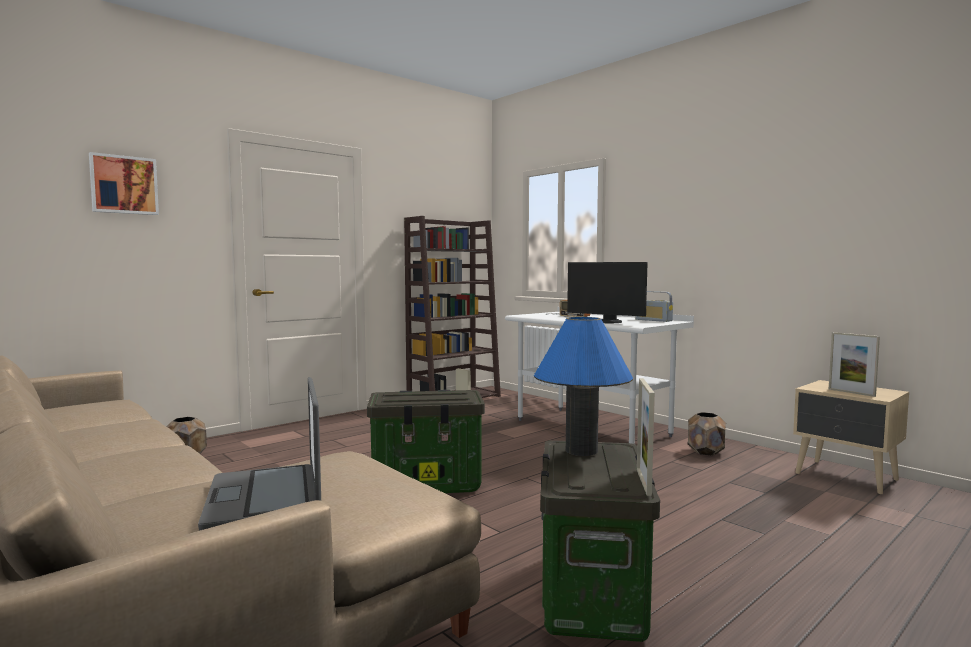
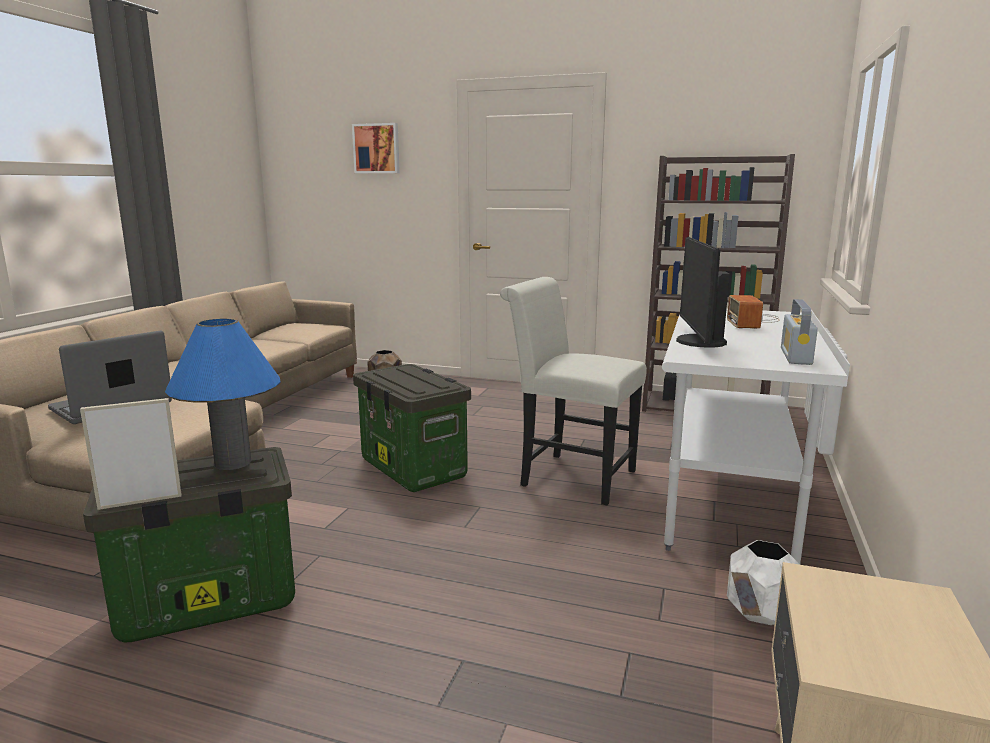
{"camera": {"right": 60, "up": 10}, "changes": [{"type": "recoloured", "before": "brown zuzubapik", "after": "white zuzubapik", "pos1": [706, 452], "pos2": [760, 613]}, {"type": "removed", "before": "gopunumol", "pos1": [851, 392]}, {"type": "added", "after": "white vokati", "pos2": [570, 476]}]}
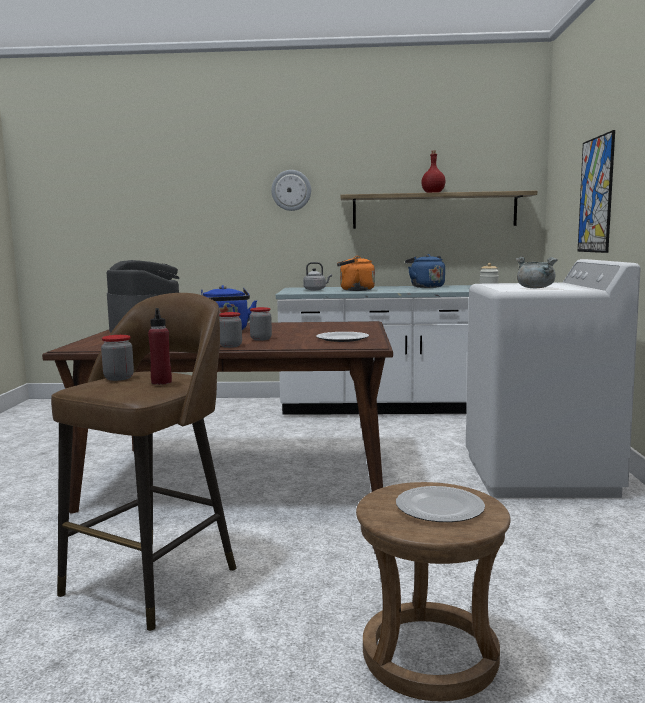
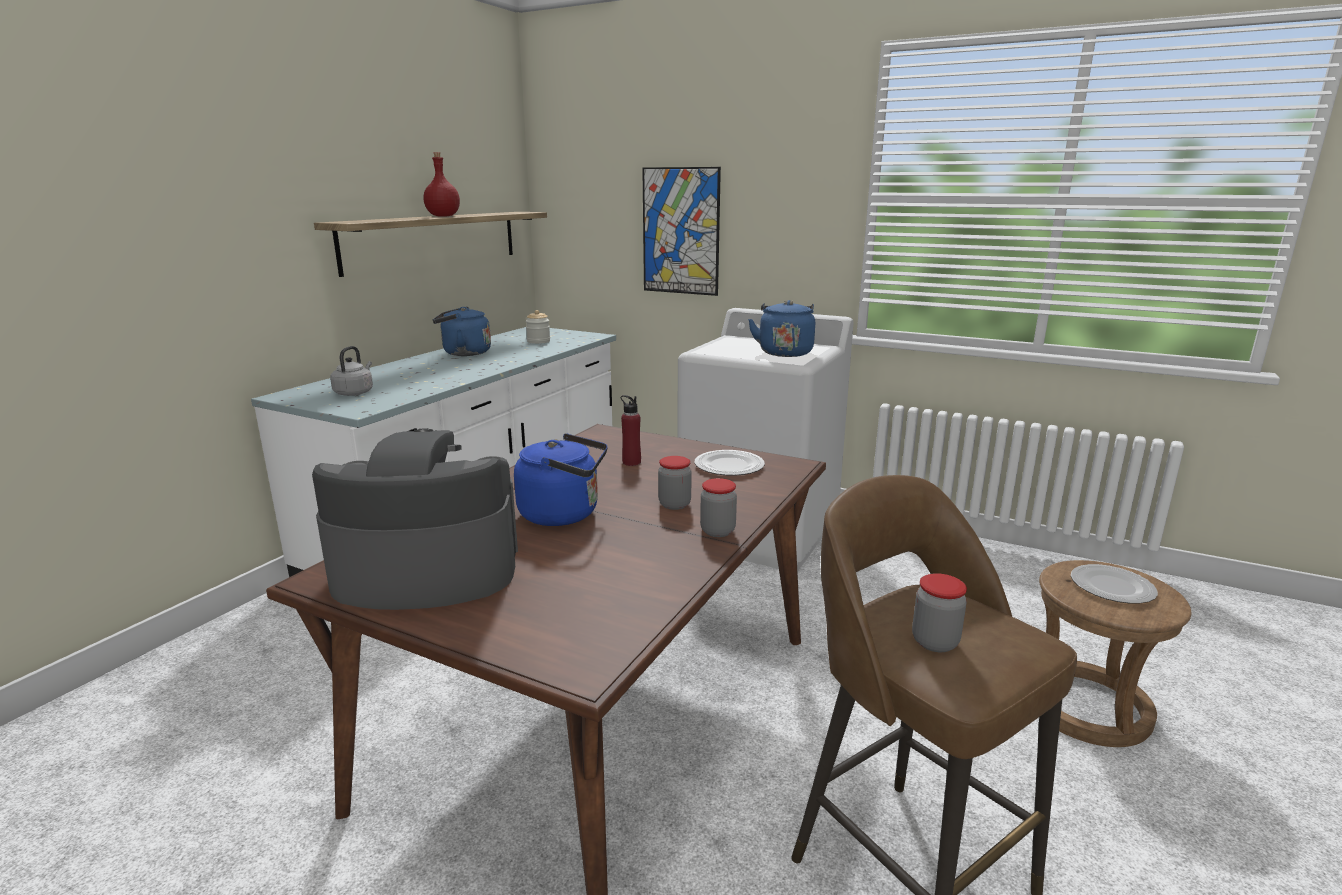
{"camera": {"right": -65, "up": 10}, "changes": [{"type": "moved", "before": "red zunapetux", "pos1": [161, 382], "pos2": [631, 462]}, {"type": "removed", "before": "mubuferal", "pos1": [291, 190]}, {"type": "removed", "before": "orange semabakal", "pos1": [354, 290]}, {"type": "replaced", "before": "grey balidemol", "after": "blue semabakal", "pos1": [536, 288], "pos2": [784, 352]}]}
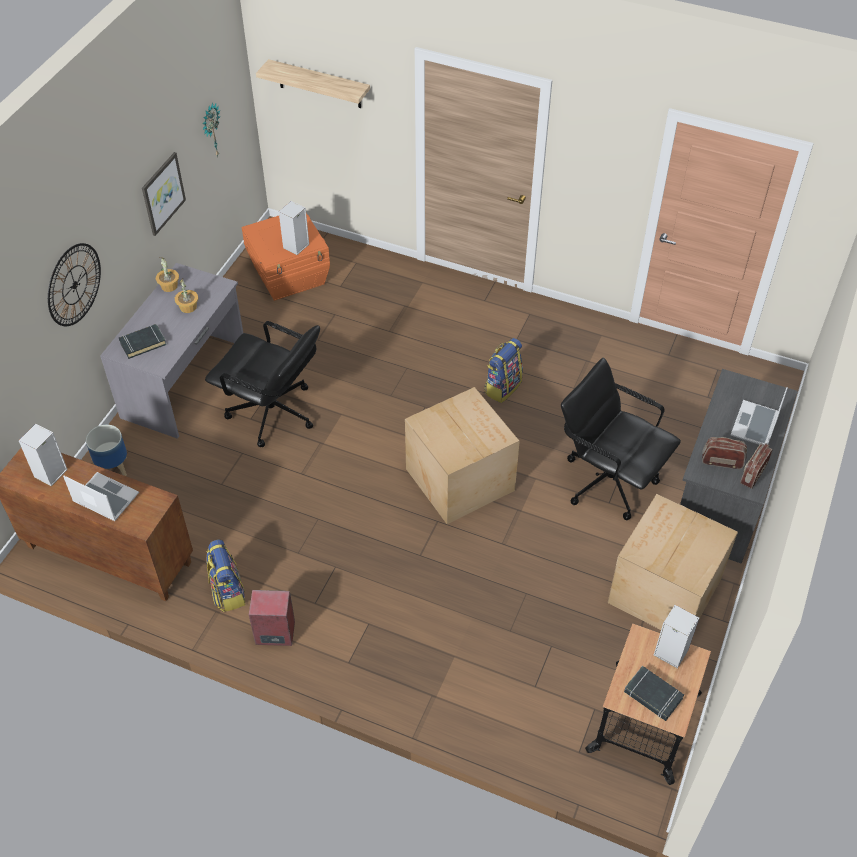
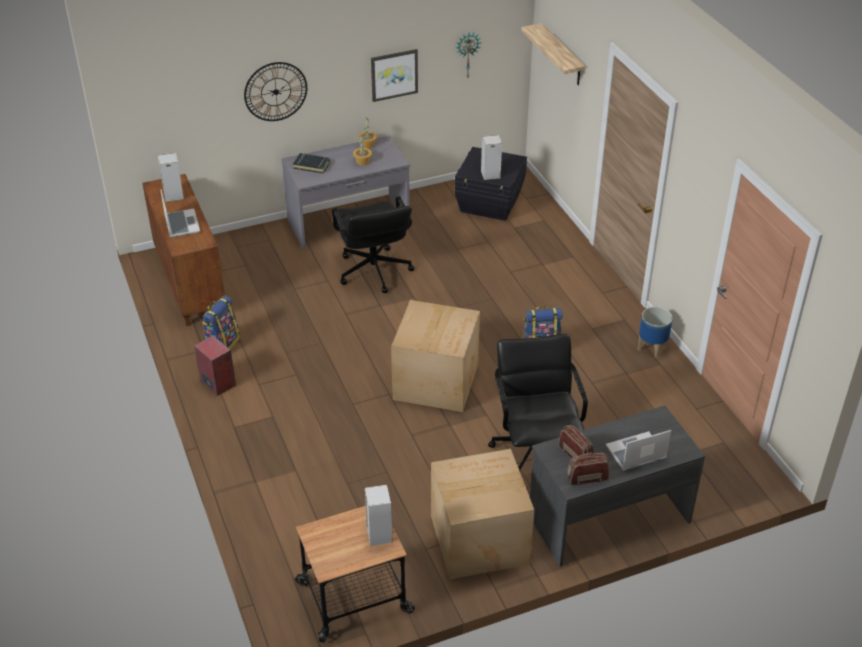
{"camera": {"right": 45, "up": -10}, "changes": [{"type": "moved", "before": "zuzubapik", "pos1": [114, 467], "pos2": [652, 348]}, {"type": "recoloured", "before": "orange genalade", "after": "black genalade", "pos1": [290, 275], "pos2": [490, 203]}, {"type": "removed", "before": "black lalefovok", "pos1": [652, 695]}]}
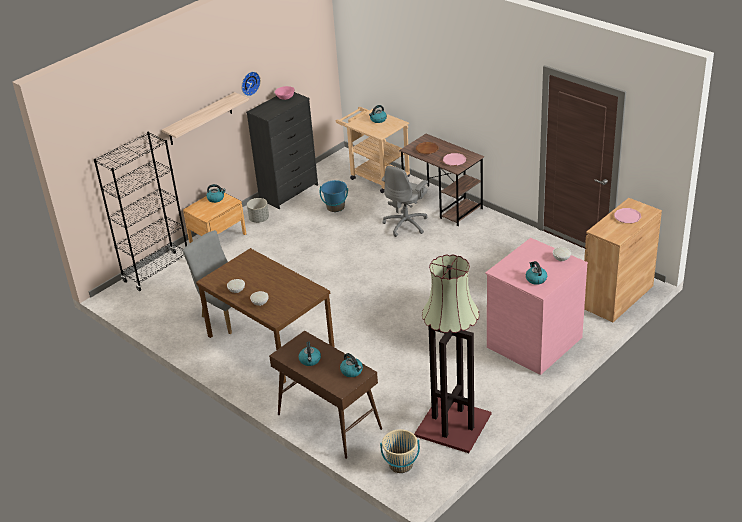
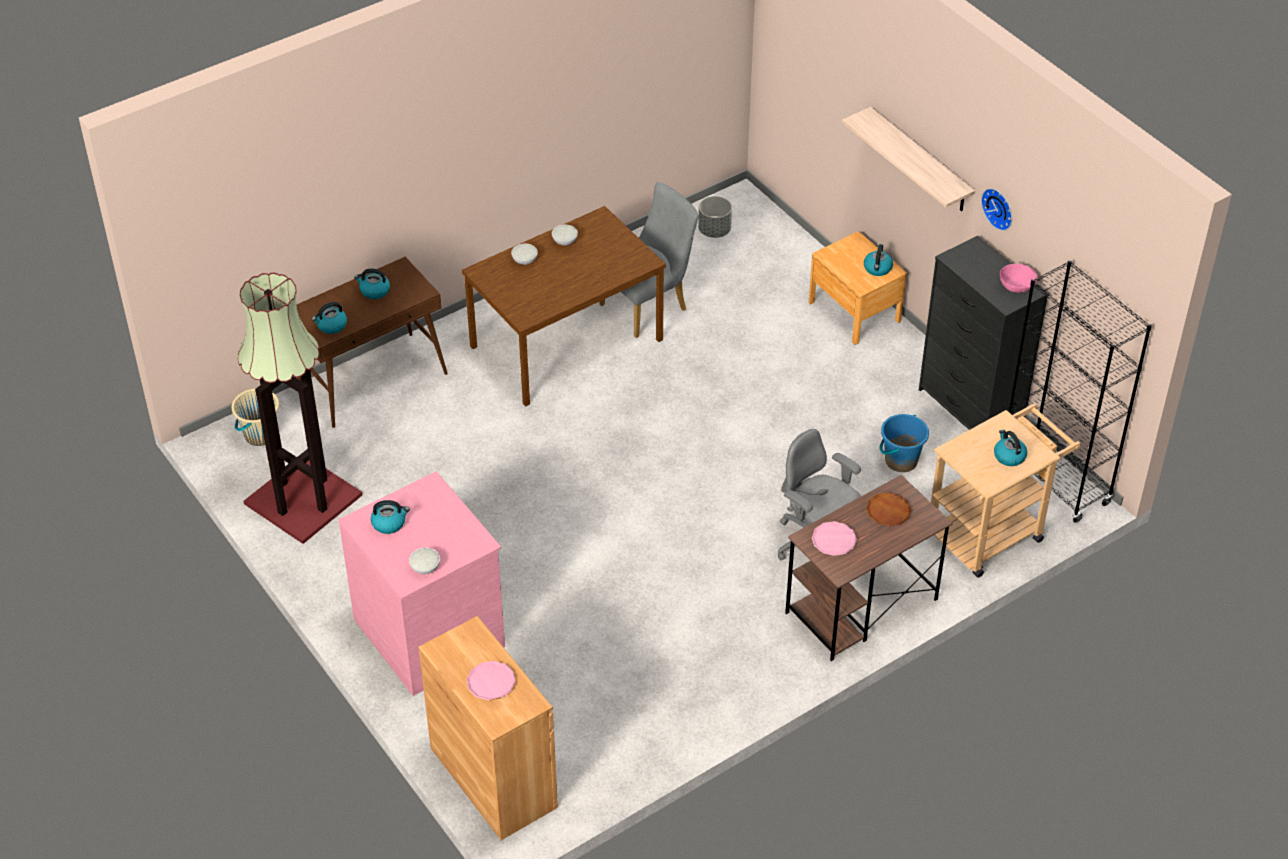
{"camera": {"right": 100, "up": 10}, "changes": [{"type": "moved", "before": "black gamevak", "pos1": [157, 271], "pos2": [1055, 480]}, {"type": "moved", "before": "grey zuzubapik", "pos1": [259, 219], "pos2": [714, 230]}]}
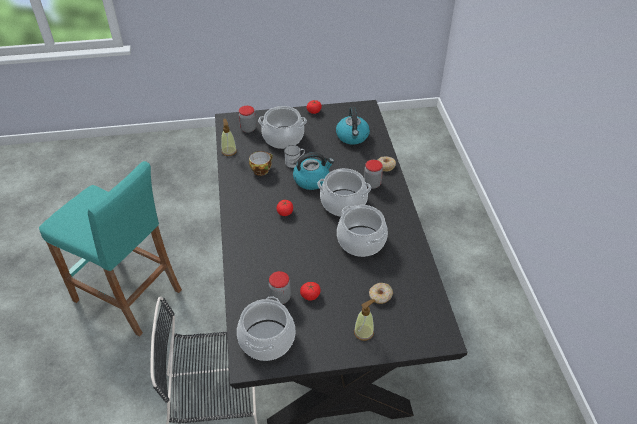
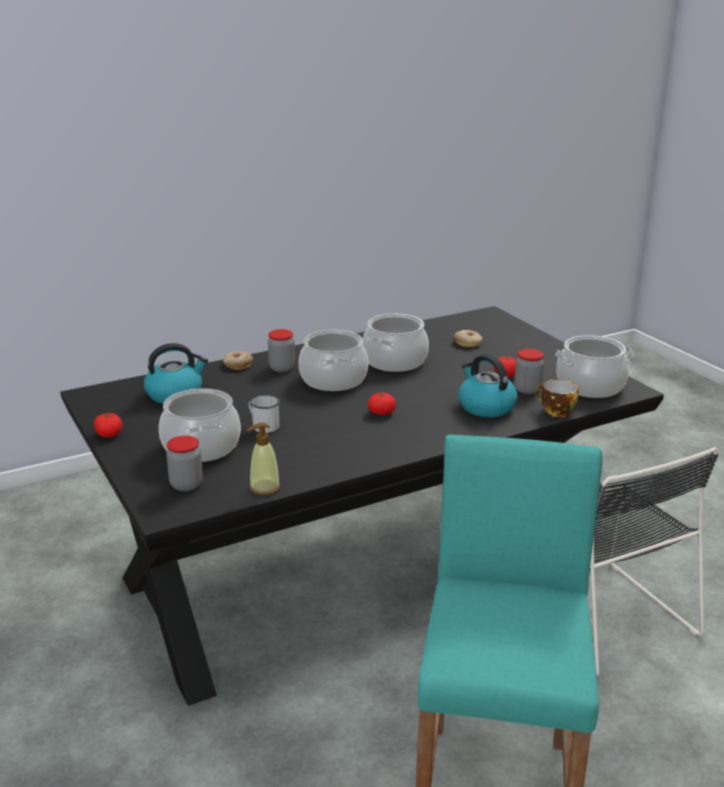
{"camera": {"right": -110, "up": -20}, "changes": [{"type": "moved", "before": "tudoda", "pos1": [261, 169], "pos2": [555, 411]}, {"type": "moved", "before": "semabakal", "pos1": [312, 179], "pos2": [485, 407]}, {"type": "removed", "before": "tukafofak", "pos1": [364, 332]}]}
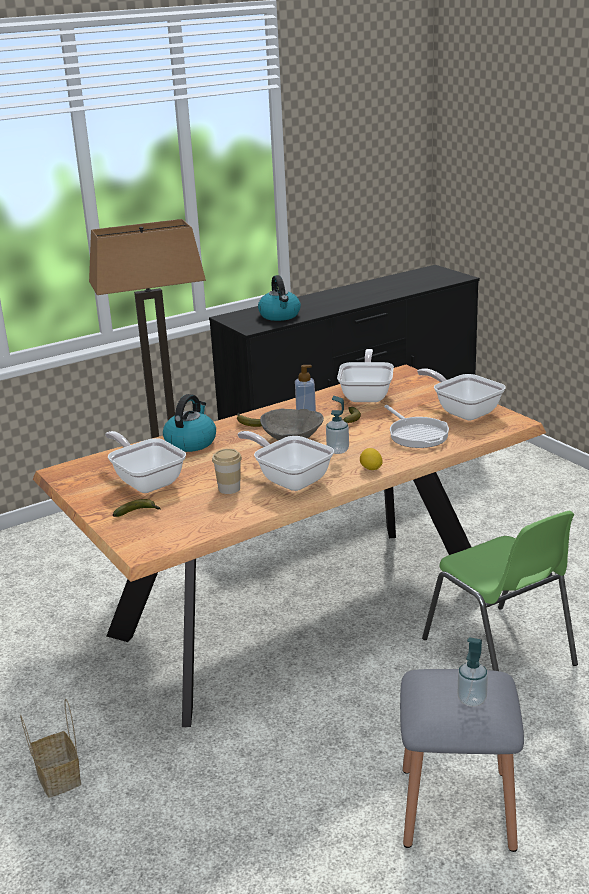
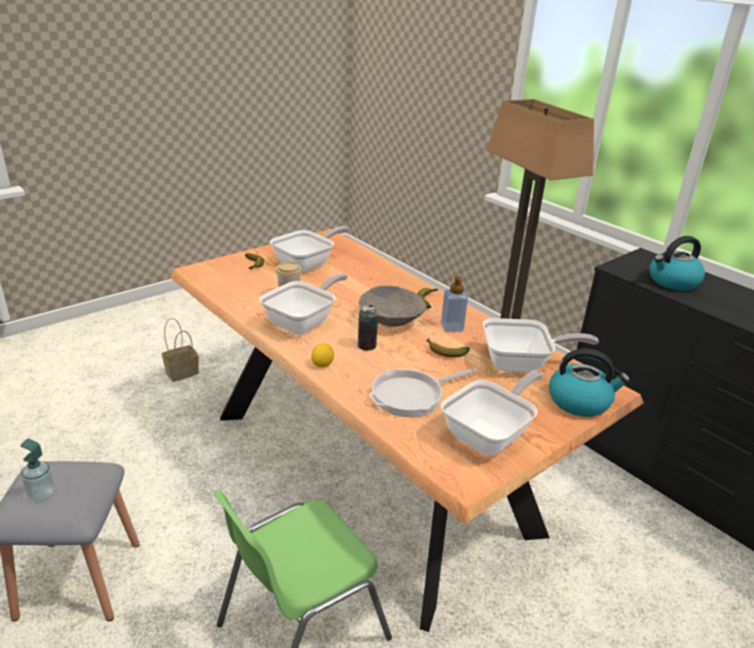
{"camera": {"right": 80, "up": 5}, "changes": [{"type": "moved", "before": "semabakal", "pos1": [191, 442], "pos2": [580, 401]}, {"type": "replaced", "before": "tukafofak", "after": "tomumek", "pos1": [337, 450], "pos2": [366, 346]}]}
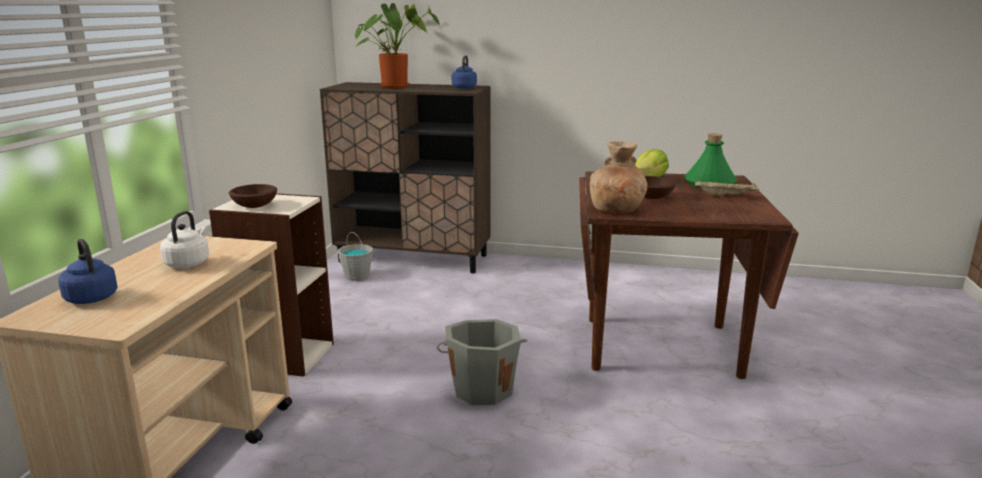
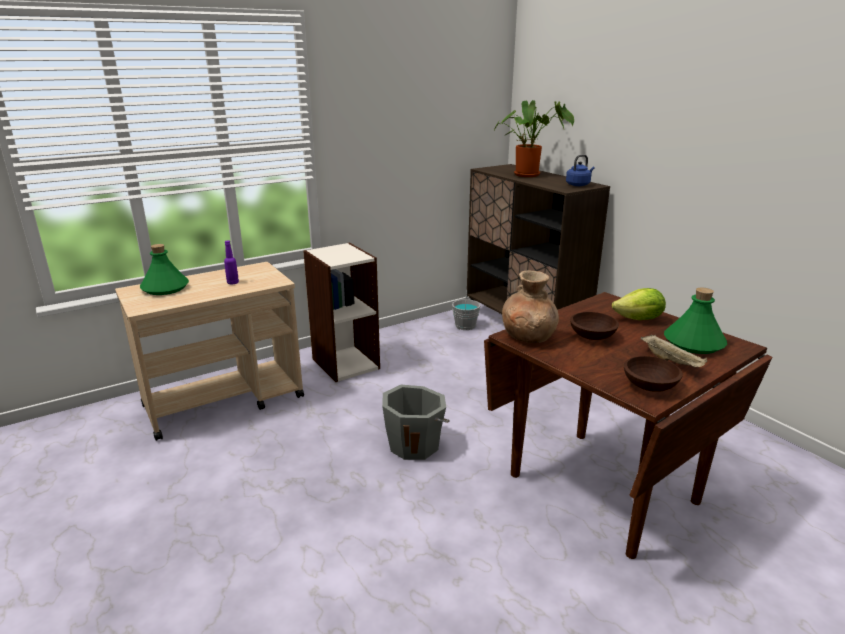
{"camera": {"right": 45, "up": 5}, "changes": [{"type": "replaced", "before": "blue semabakal", "after": "green zunapetux", "pos1": [91, 297], "pos2": [165, 288]}, {"type": "replaced", "before": "white semabakal", "after": "purple zunapetux", "pos1": [188, 263], "pos2": [233, 283]}, {"type": "moved", "before": "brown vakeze", "pos1": [254, 206], "pos2": [649, 386]}]}
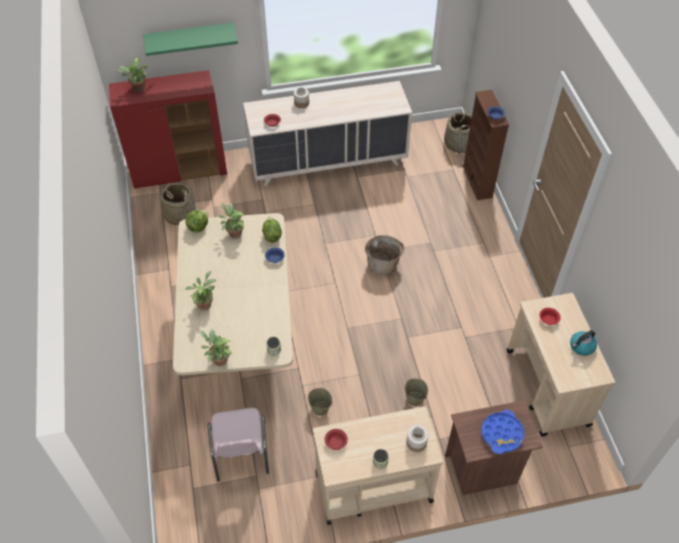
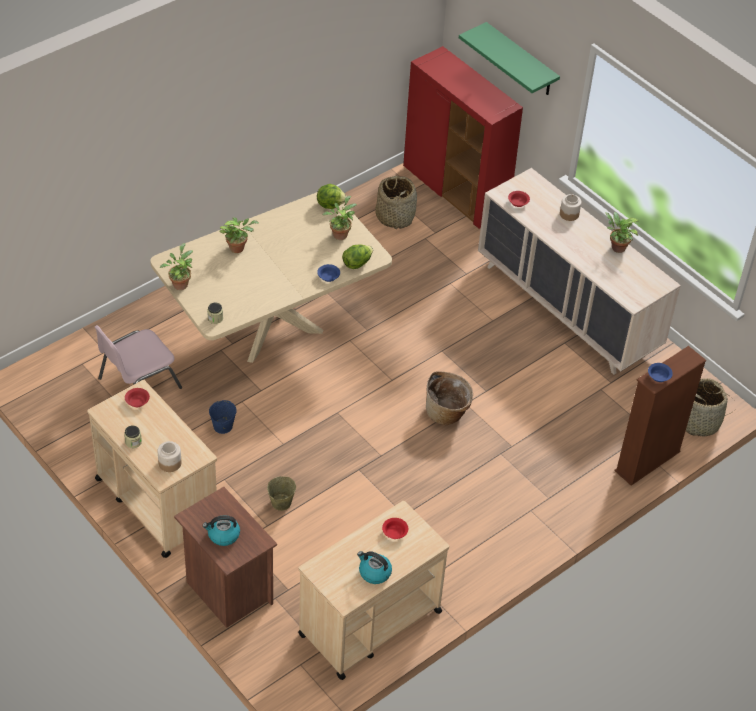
{"camera": {"right": 60, "up": -5}, "changes": [{"type": "moved", "before": "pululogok", "pos1": [138, 89], "pos2": [616, 247]}, {"type": "recoloured", "before": "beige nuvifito", "after": "blue nuvifito", "pos1": [320, 408], "pos2": [223, 426]}, {"type": "replaced", "before": "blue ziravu", "after": "semabakal", "pos1": [502, 434], "pos2": [223, 535]}]}
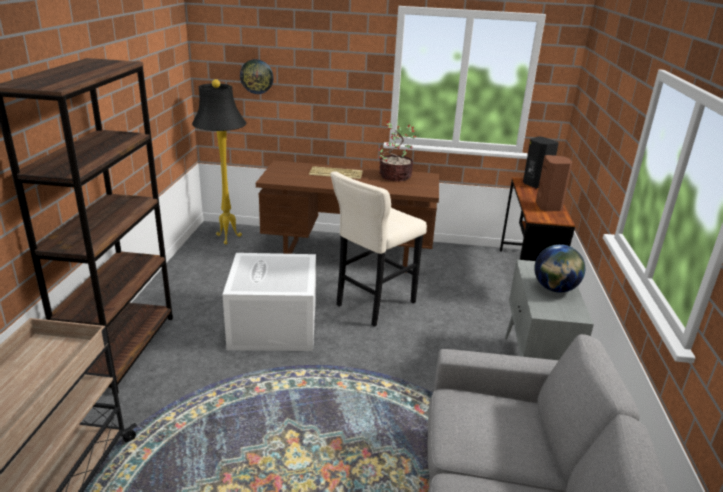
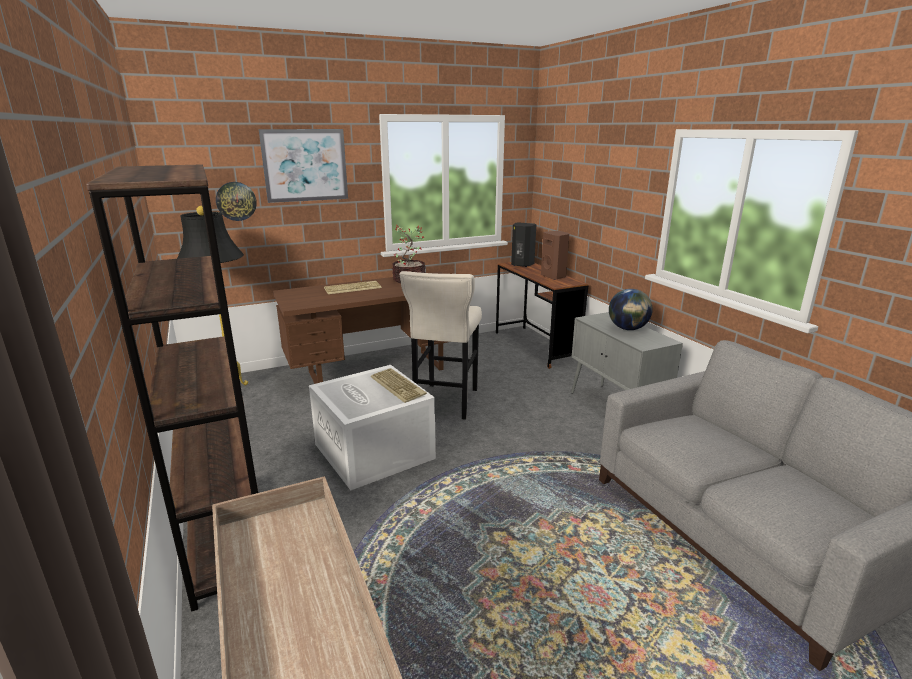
{"camera": {"right": -30, "up": -5}, "changes": [{"type": "added", "after": "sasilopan", "pos2": [305, 165]}, {"type": "added", "after": "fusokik", "pos2": [399, 386]}]}
